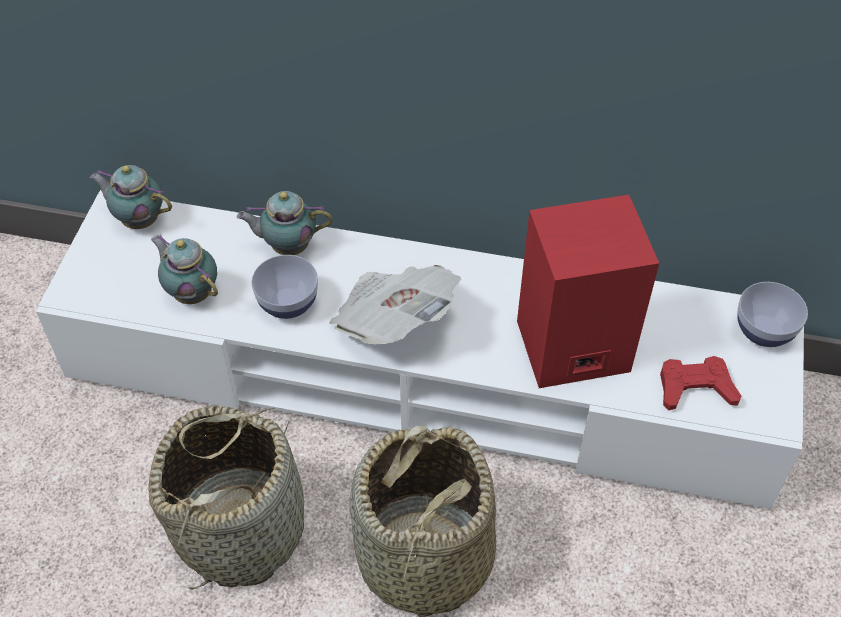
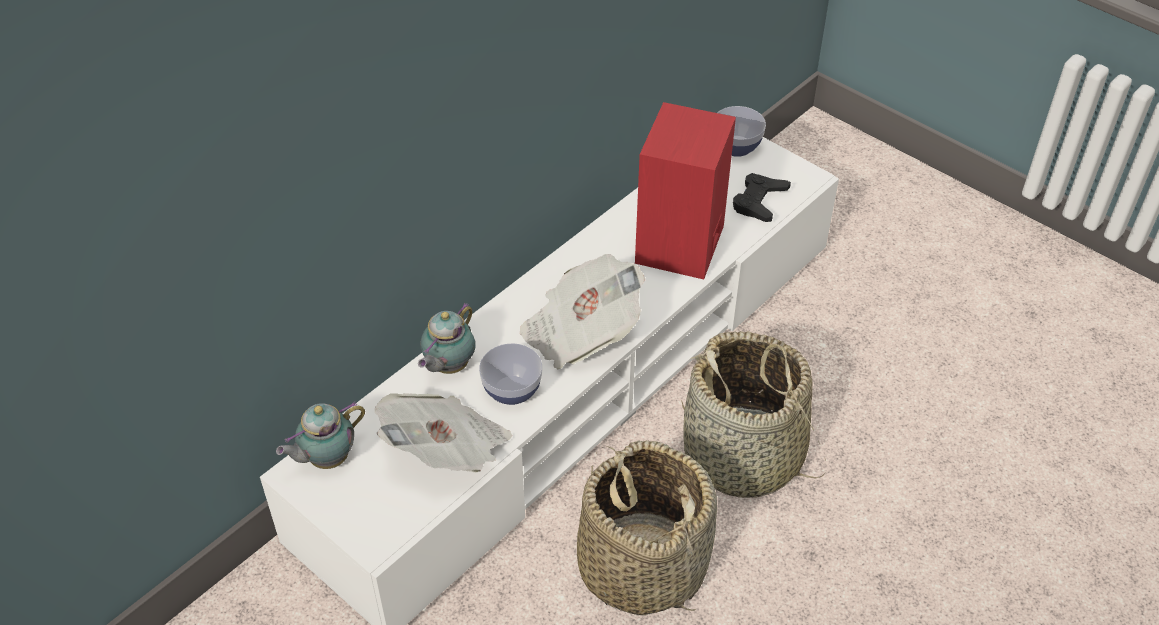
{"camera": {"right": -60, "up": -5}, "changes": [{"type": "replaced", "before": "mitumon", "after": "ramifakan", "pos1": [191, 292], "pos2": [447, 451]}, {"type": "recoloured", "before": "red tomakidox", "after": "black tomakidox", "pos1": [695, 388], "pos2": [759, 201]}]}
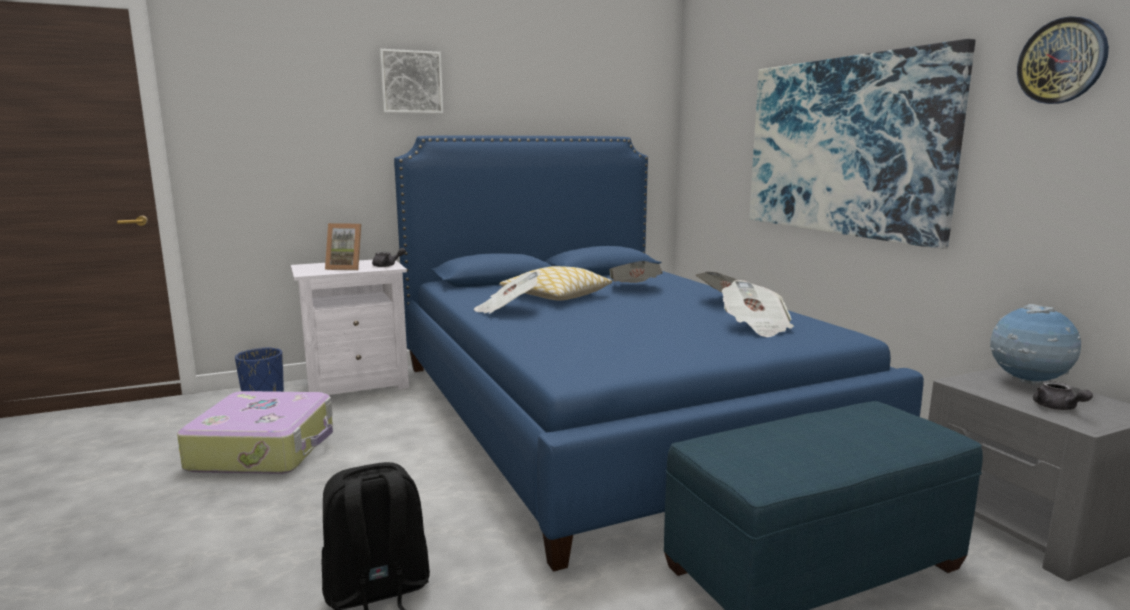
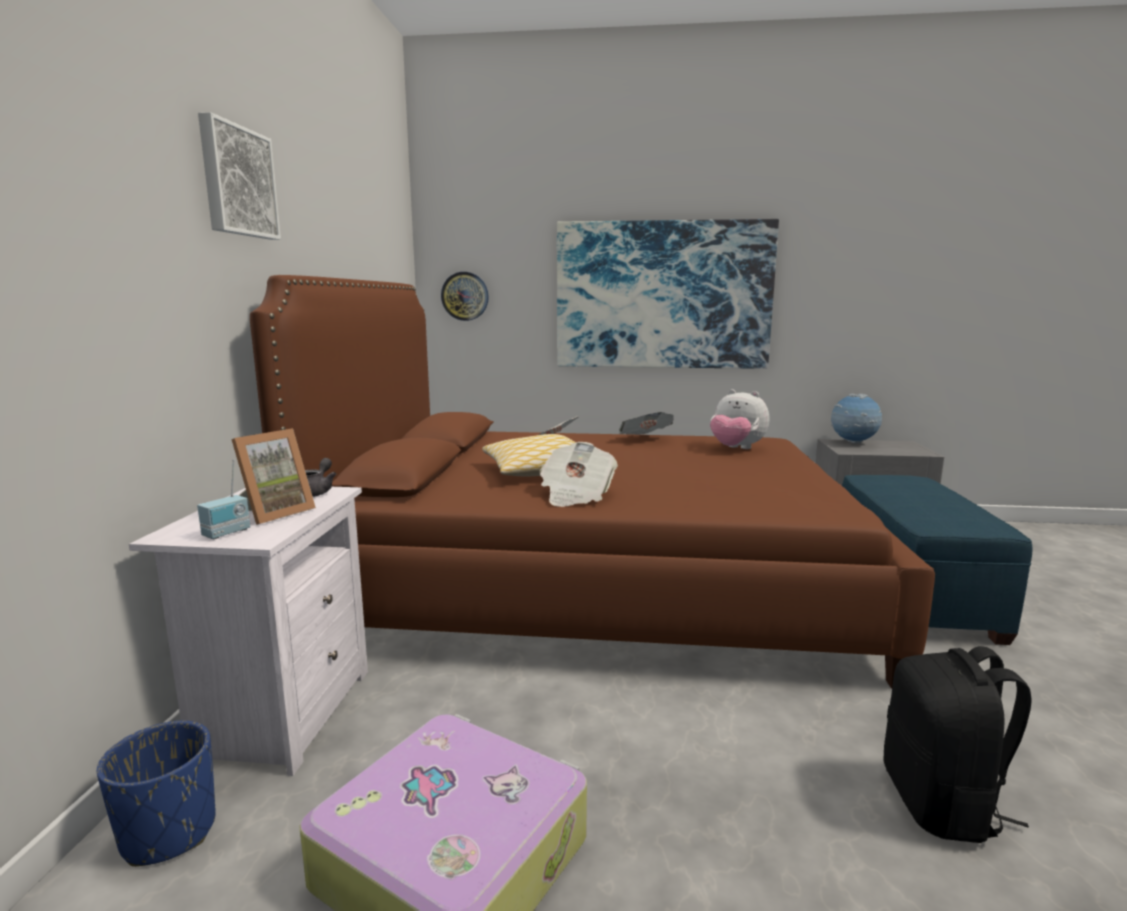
{"camera": {"right": -60, "up": 0}, "changes": [{"type": "recoloured", "before": "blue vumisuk", "after": "brown vumisuk", "pos1": [608, 412], "pos2": [596, 581]}, {"type": "replaced", "before": "ramifakan", "after": "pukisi", "pos1": [755, 327], "pos2": [736, 449]}, {"type": "moved", "before": "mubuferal", "pos1": [1062, 61], "pos2": [465, 296]}, {"type": "removed", "before": "grey mitumon", "pos1": [1057, 408]}, {"type": "added", "after": "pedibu", "pos2": [227, 533]}]}
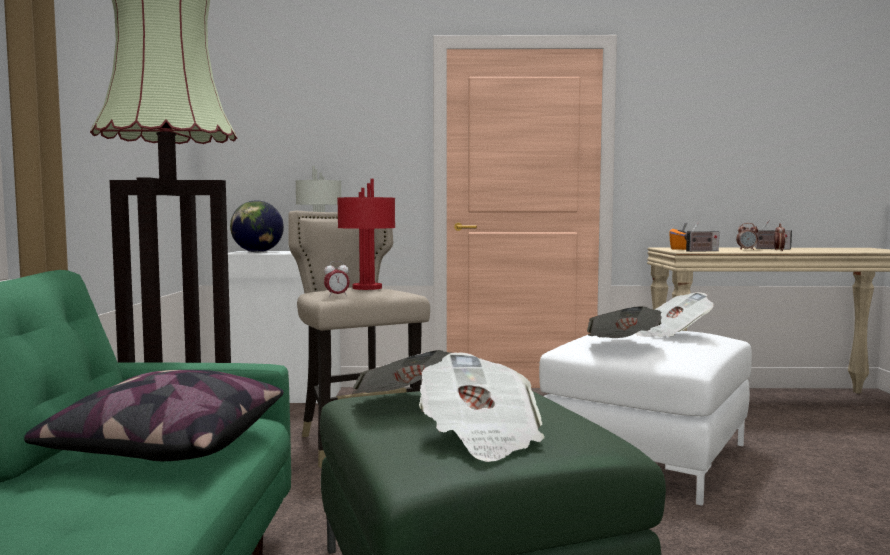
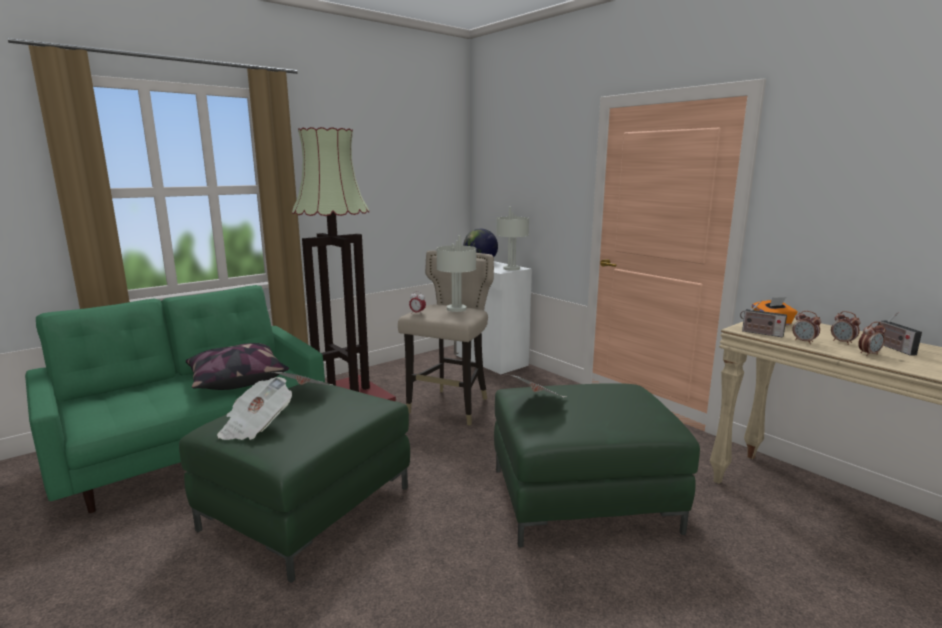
{"camera": {"right": 50, "up": 10}, "changes": [{"type": "recoloured", "before": "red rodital", "after": "grey rodital", "pos1": [366, 288], "pos2": [456, 309]}, {"type": "recoloured", "before": "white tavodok", "after": "green tavodok", "pos1": [648, 456], "pos2": [582, 499]}, {"type": "removed", "before": "ramifakan", "pos1": [672, 335]}, {"type": "added", "after": "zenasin", "pos2": [804, 341]}]}
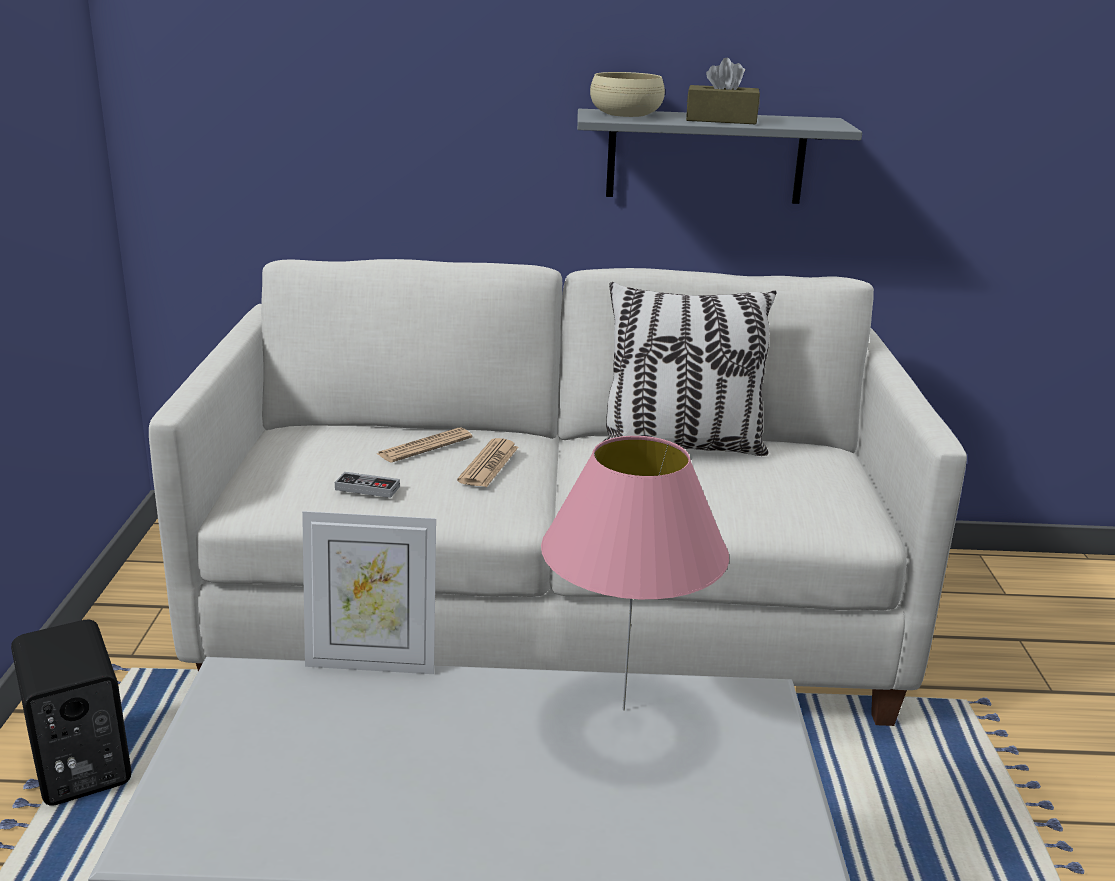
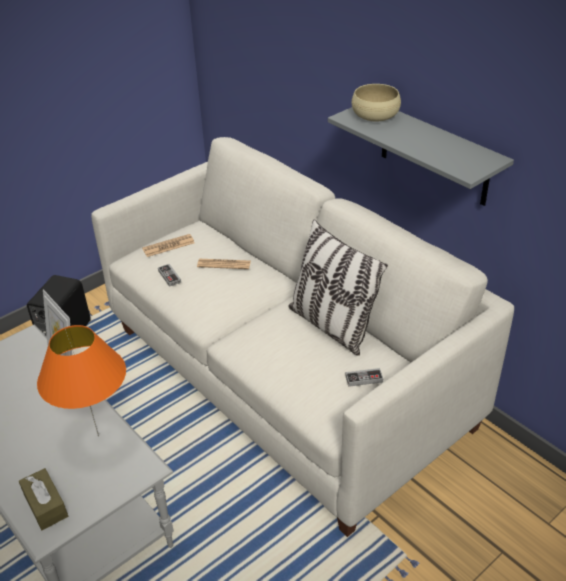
{"camera": {"right": 50, "up": 15}, "changes": [{"type": "moved", "before": "ramifakan", "pos1": [489, 464], "pos2": [168, 246]}, {"type": "recoloured", "before": "pink rodital", "after": "orange rodital", "pos1": [624, 709], "pos2": [98, 436]}, {"type": "moved", "before": "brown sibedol", "pos1": [721, 120], "pos2": [46, 505]}, {"type": "added", "after": "tomakidox", "pos2": [364, 379]}]}
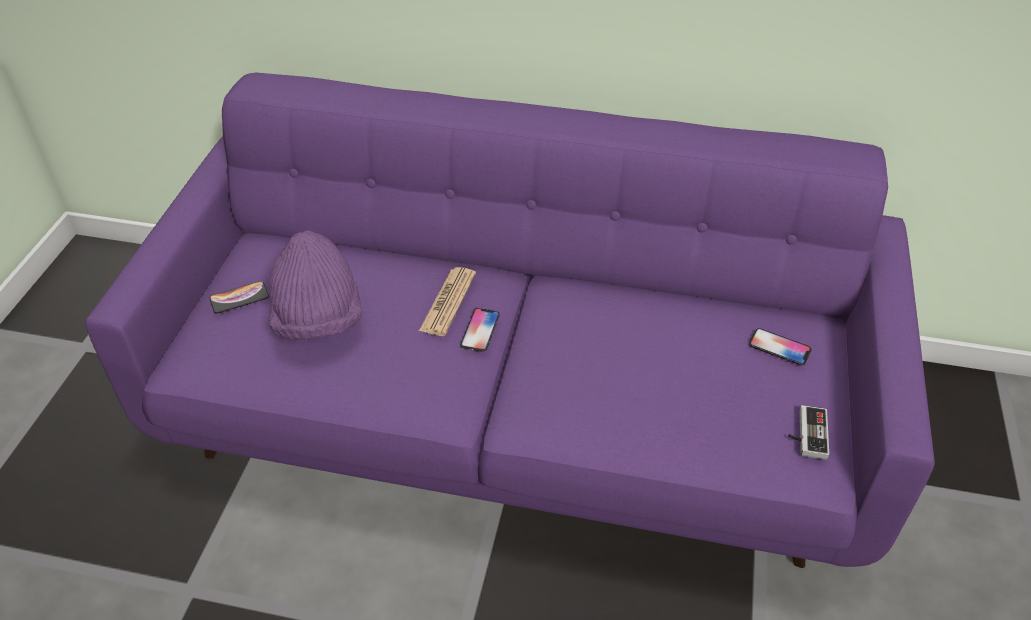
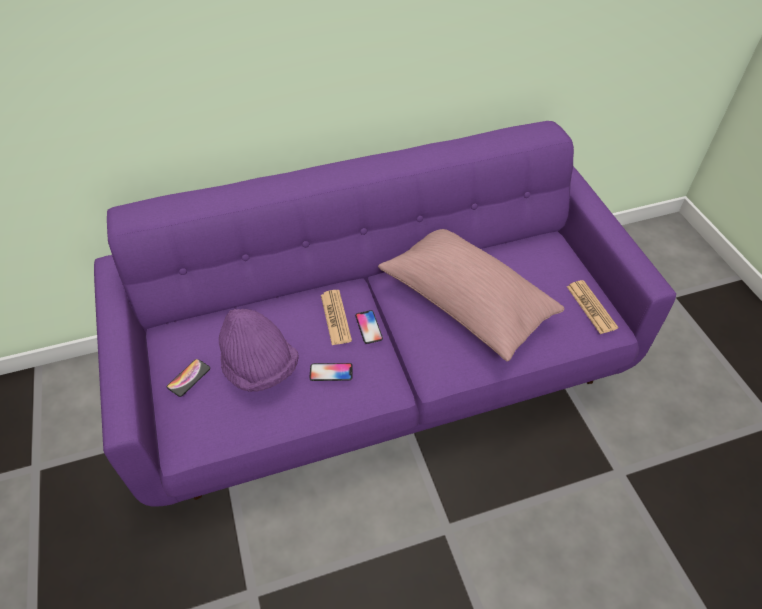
{"camera": {"right": -30, "up": 5}, "changes": [{"type": "moved", "before": "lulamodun", "pos1": [779, 347], "pos2": [331, 372]}, {"type": "replaced", "before": "tomakidox", "after": "ramifakan", "pos1": [806, 434], "pos2": [591, 307]}, {"type": "added", "after": "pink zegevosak", "pos2": [465, 303]}]}
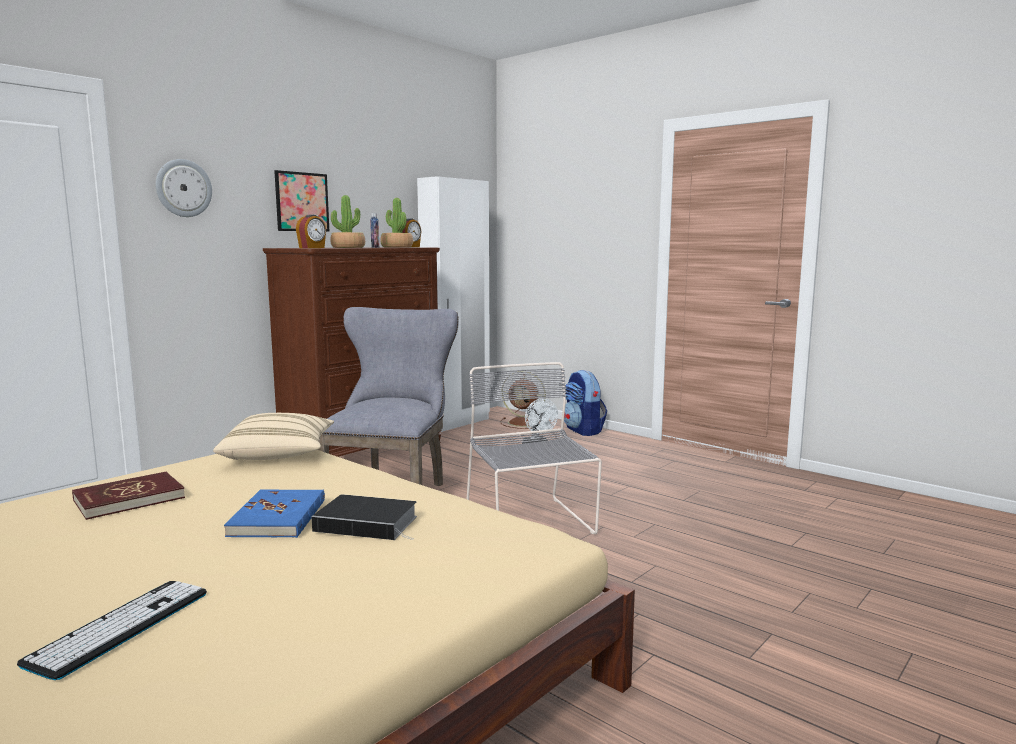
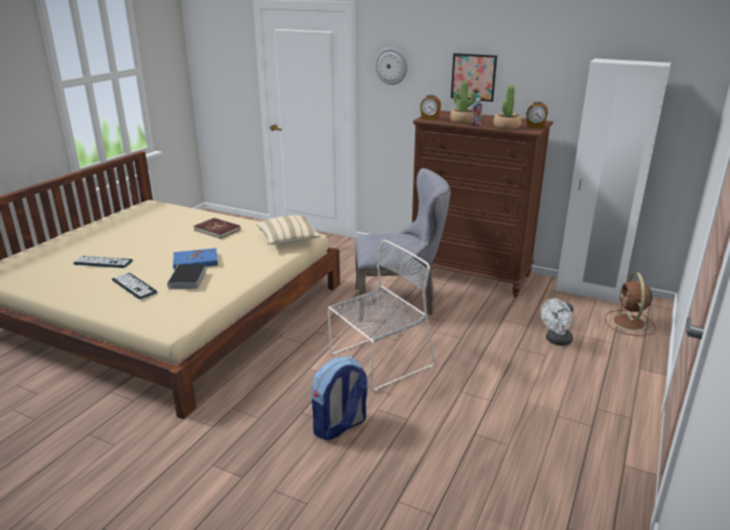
{"camera": {"right": 75, "up": 15}, "changes": [{"type": "moved", "before": "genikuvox", "pos1": [583, 431], "pos2": [339, 426]}, {"type": "added", "after": "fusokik", "pos2": [134, 286]}]}
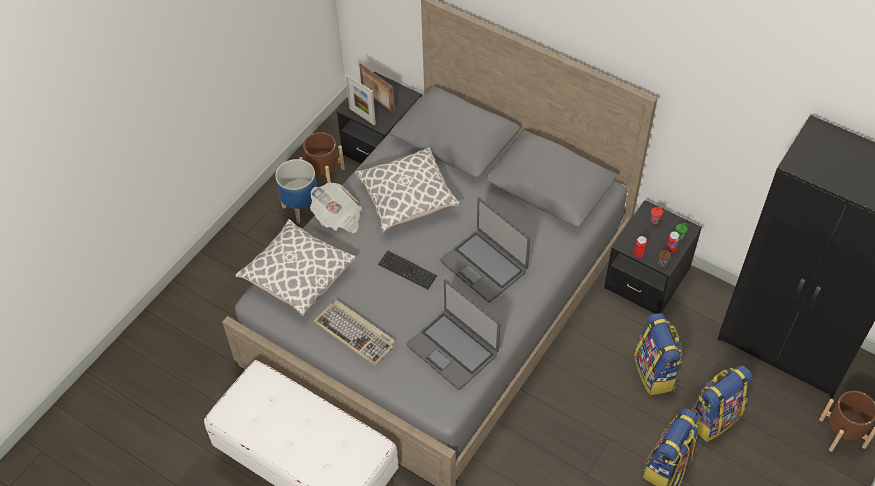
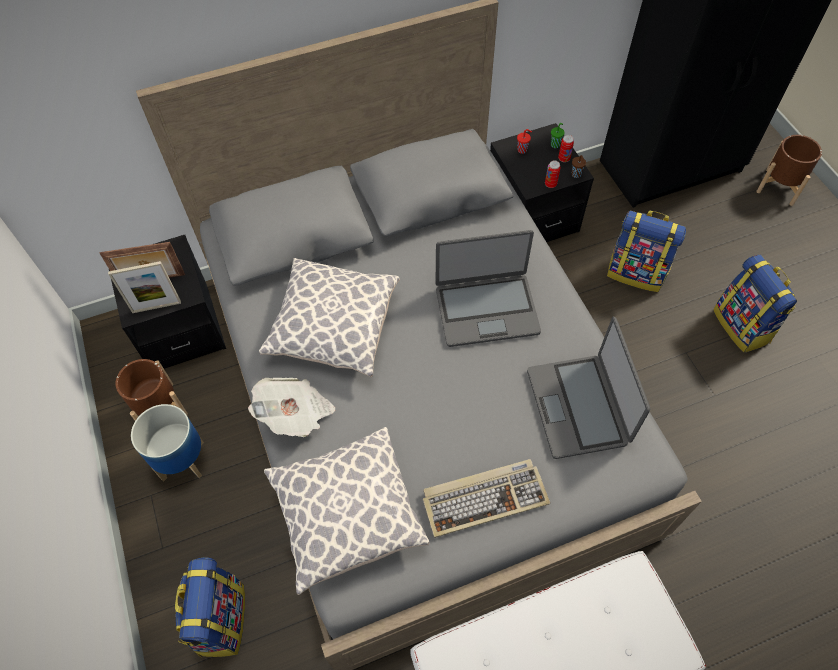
{"camera": {"right": -55, "up": 5}, "changes": [{"type": "removed", "before": "fusokik", "pos1": [407, 271]}, {"type": "turned", "before": "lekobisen", "pos1": [453, 349], "pos2": [578, 406], "turn": 90}, {"type": "moved", "before": "genikuvox", "pos1": [713, 417], "pos2": [220, 619]}]}
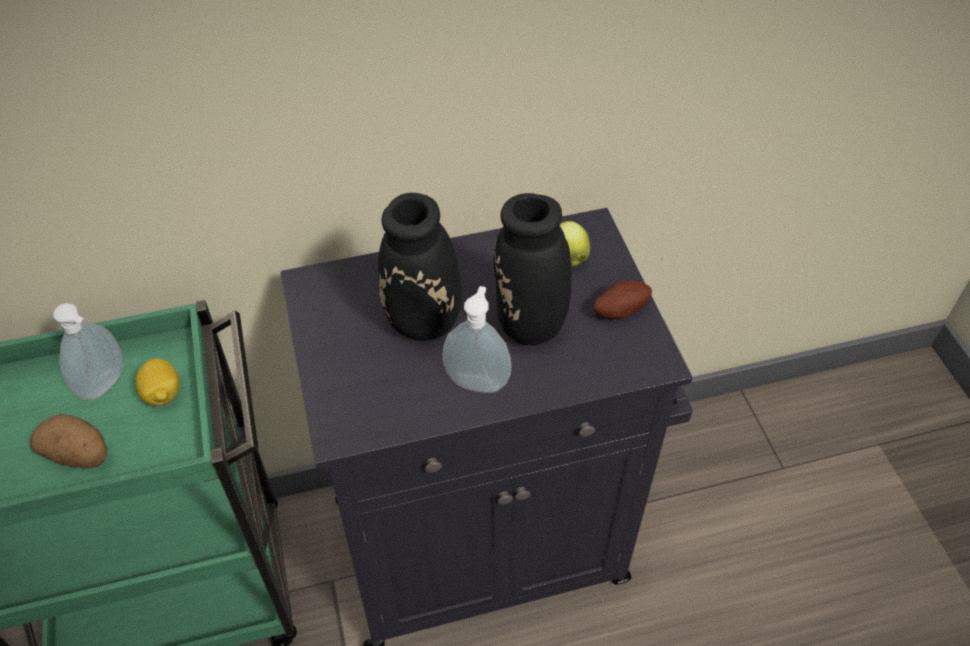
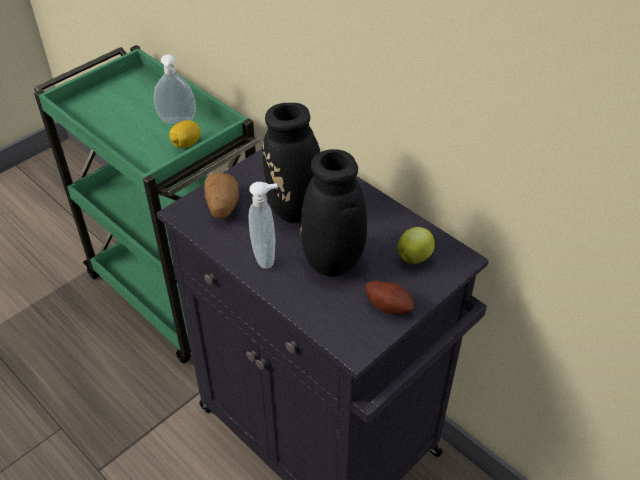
{"camera": {"right": 60, "up": -5}, "changes": [{"type": "moved", "before": "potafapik", "pos1": [79, 454], "pos2": [222, 207]}]}
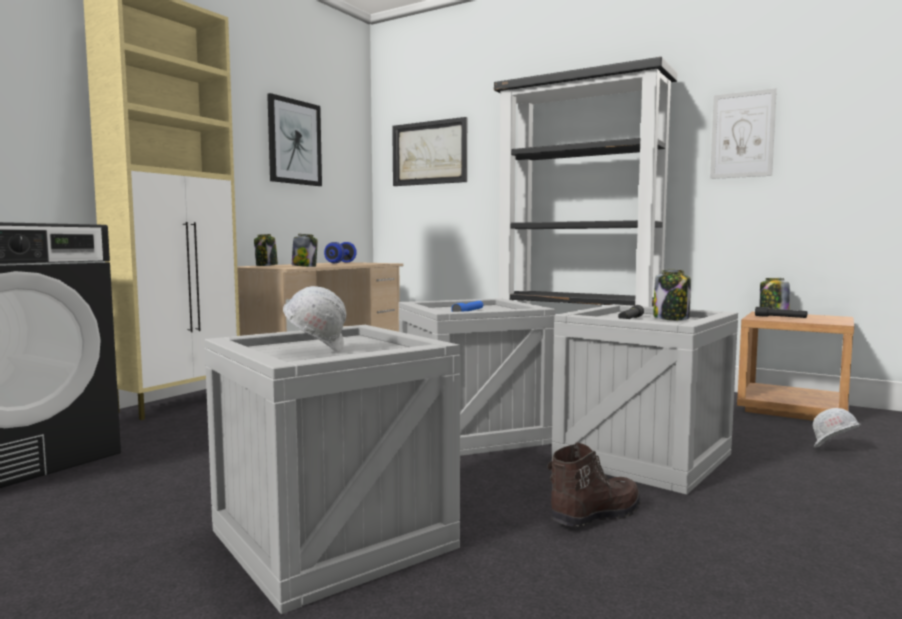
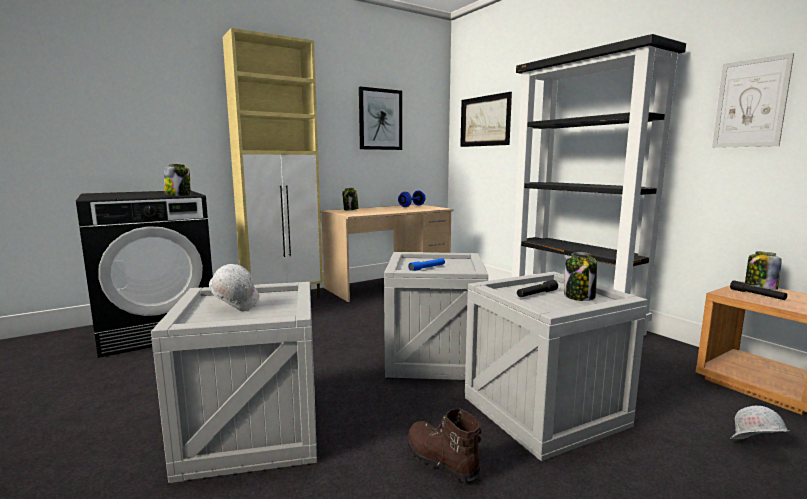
{"camera": {"right": 25, "up": 5}, "changes": [{"type": "moved", "before": "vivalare", "pos1": [304, 266], "pos2": [178, 195]}, {"type": "turned", "before": "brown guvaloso", "pos1": [594, 515], "pos2": [440, 461], "turn": -120}]}
